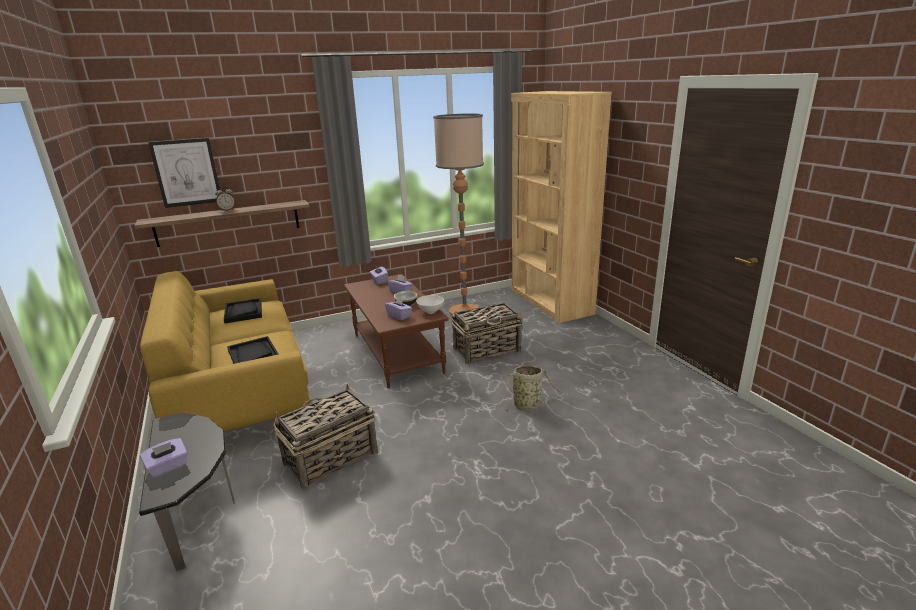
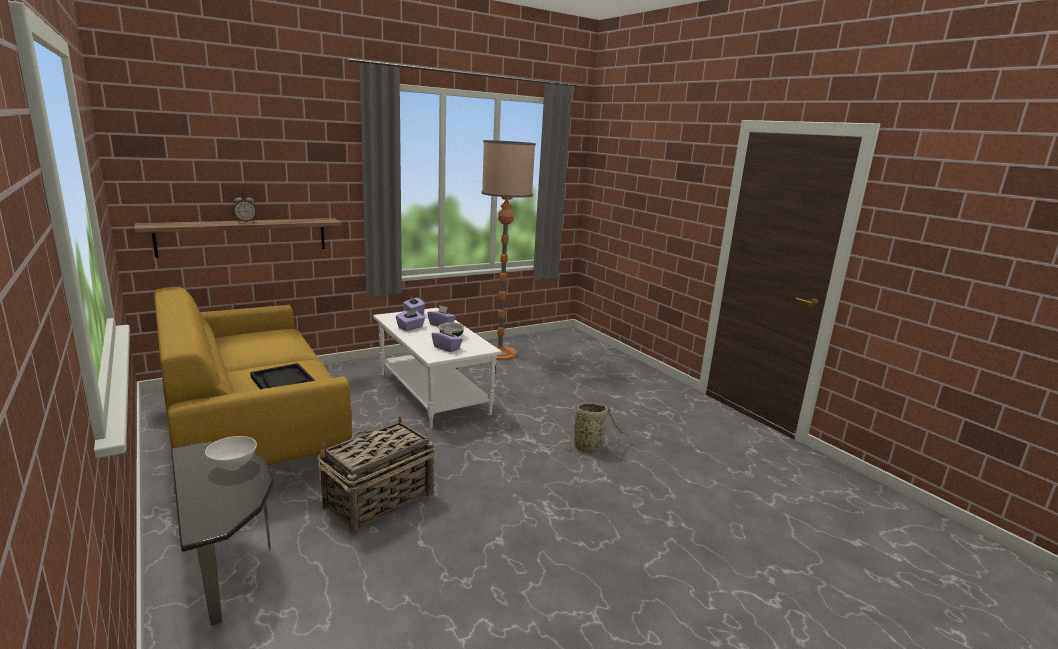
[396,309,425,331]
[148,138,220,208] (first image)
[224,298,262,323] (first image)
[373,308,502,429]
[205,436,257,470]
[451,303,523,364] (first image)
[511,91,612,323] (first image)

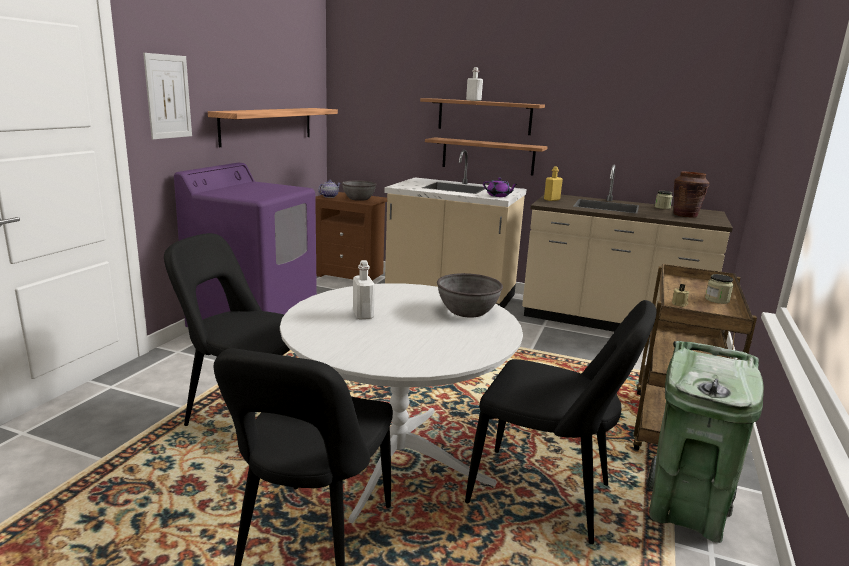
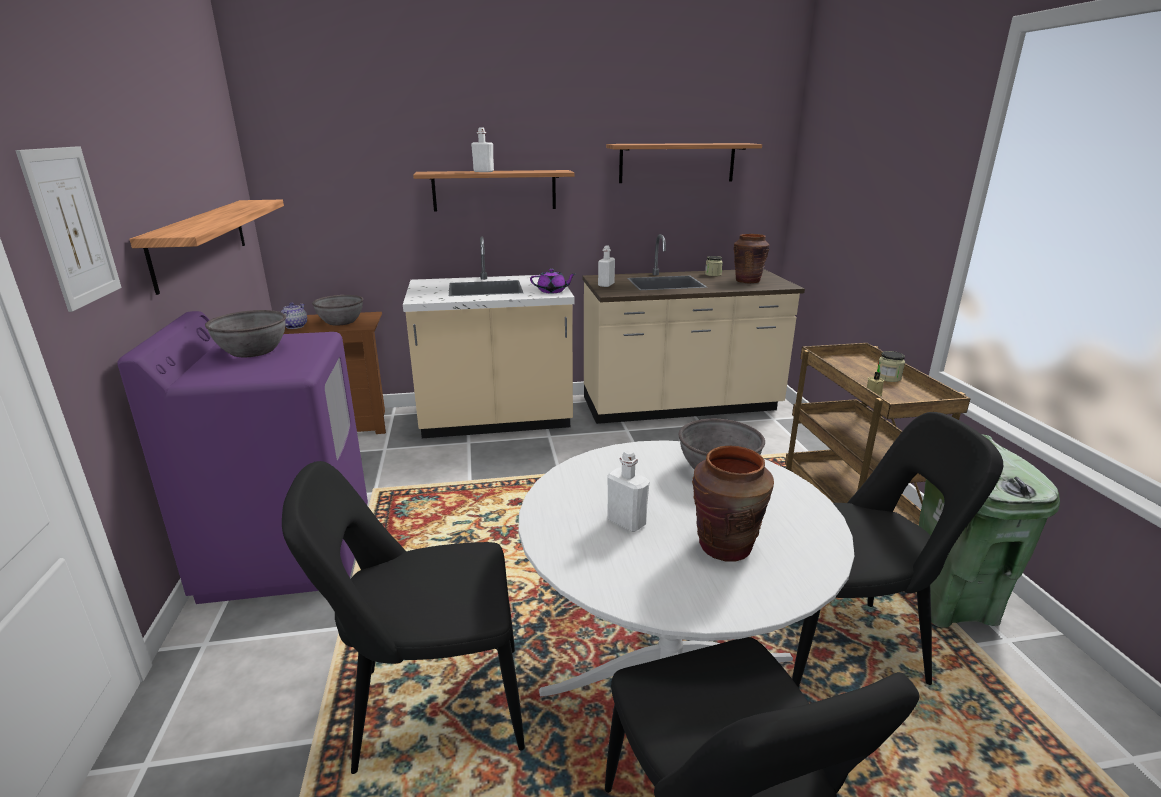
[606,143,762,183]
[598,245,615,287]
[205,310,286,357]
[692,446,774,561]

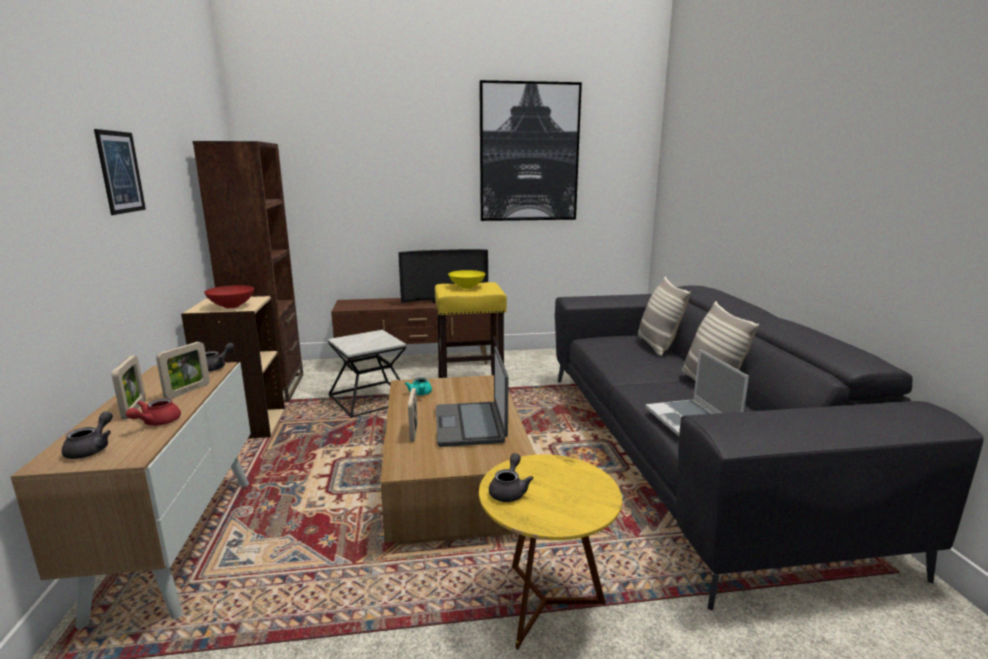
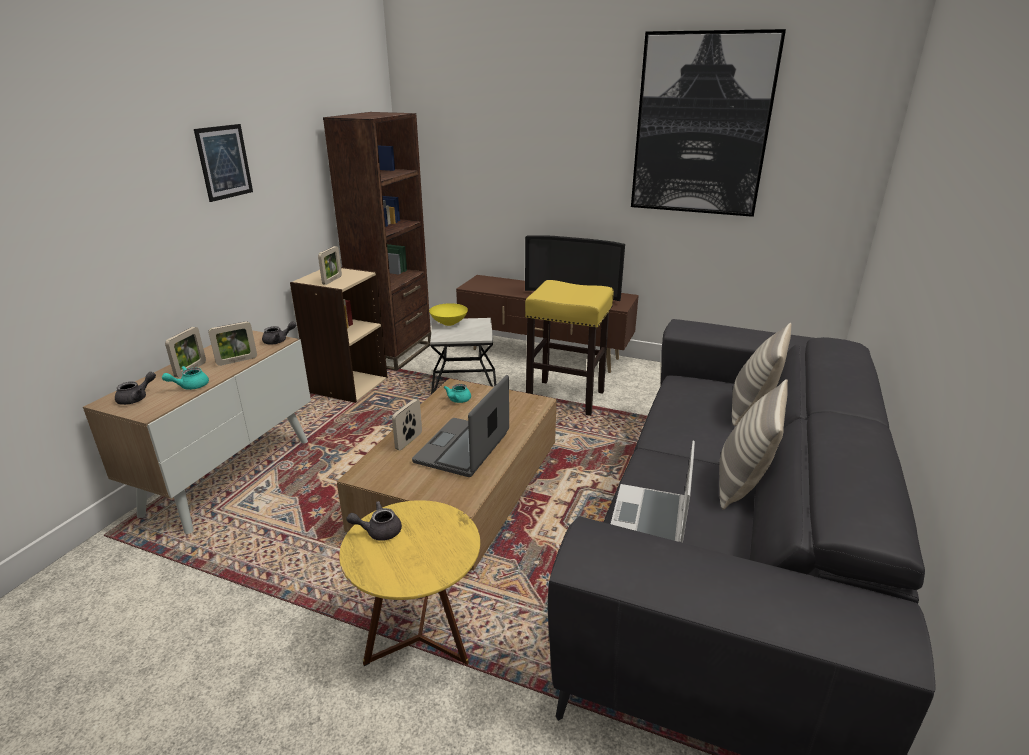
[162,366,209,390]
[318,246,342,285]
[429,303,468,326]
[346,501,402,541]

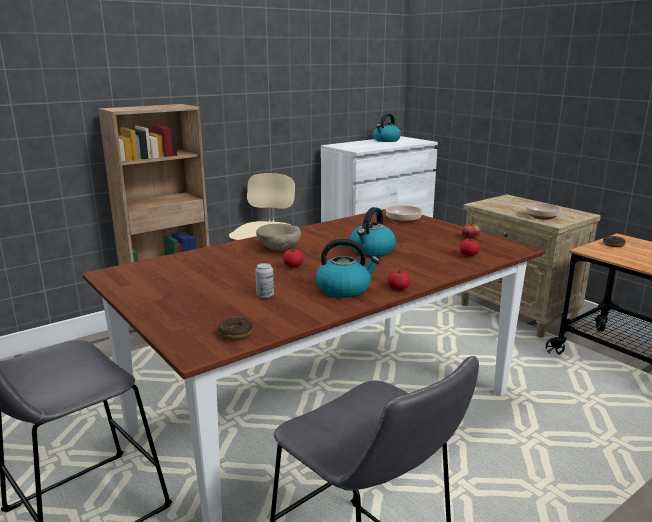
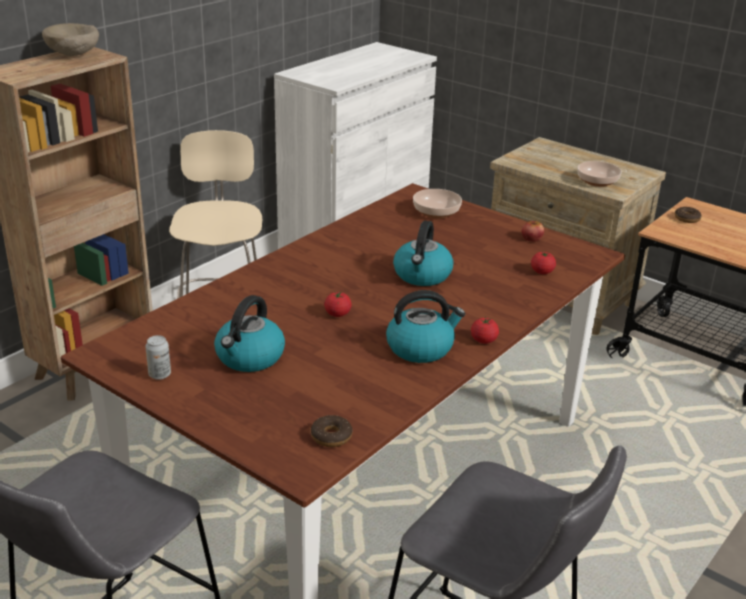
[145,335,171,380]
[42,23,99,56]
[214,295,285,372]

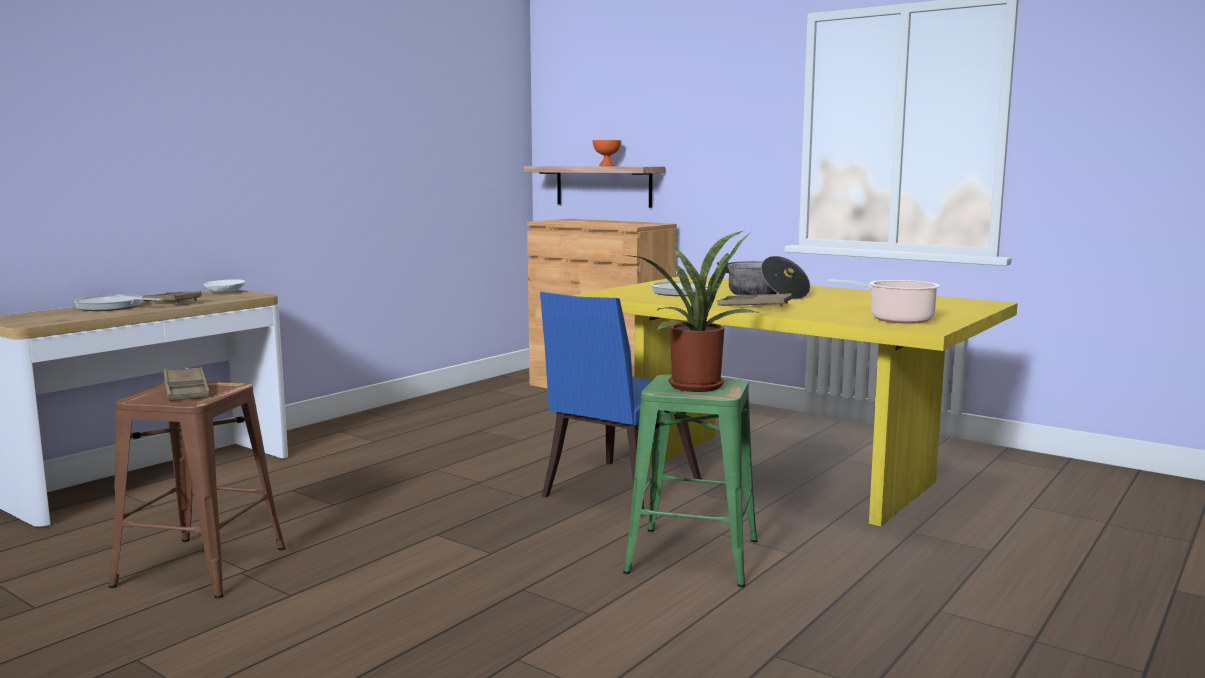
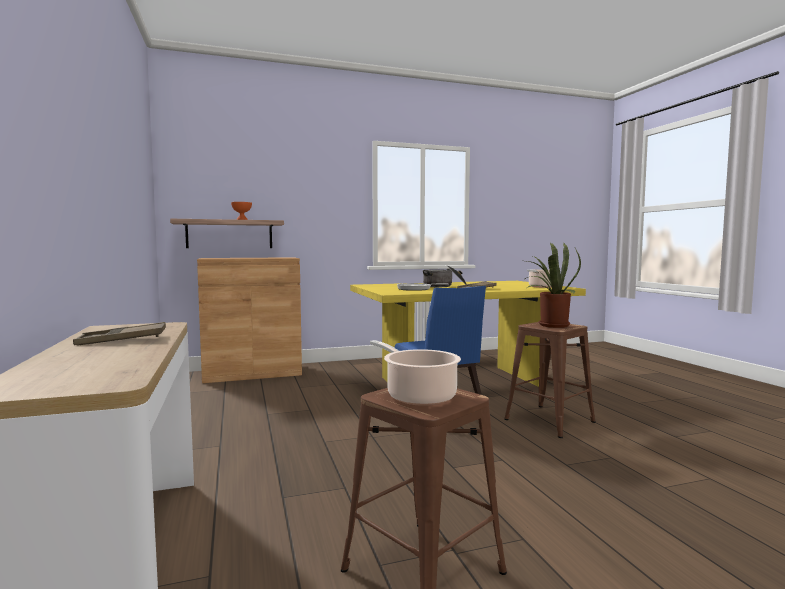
[74,294,163,311] (first image)
[370,340,461,406]
[203,279,246,293] (first image)
[504,322,596,438]

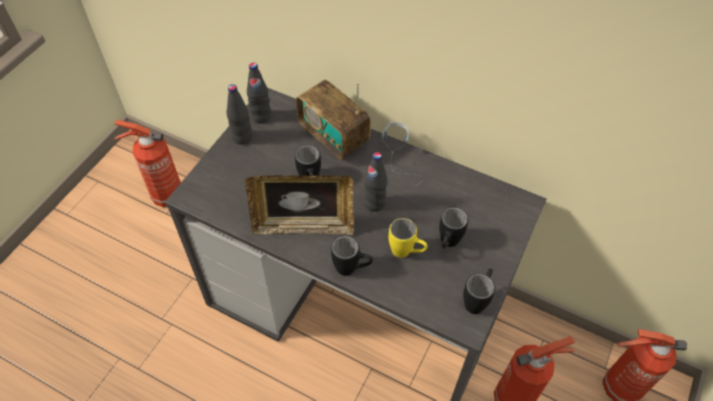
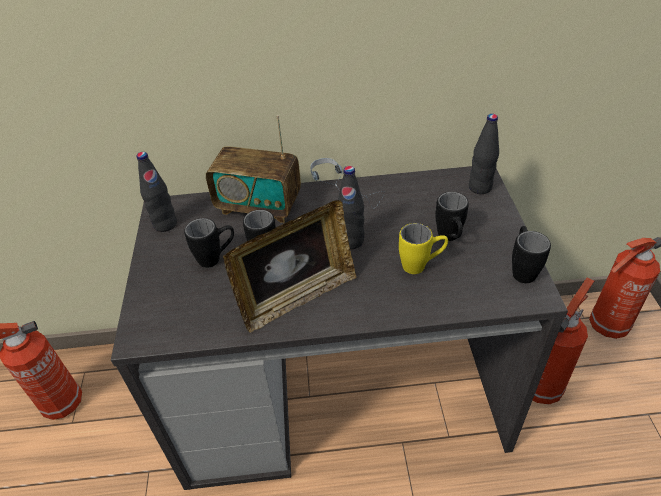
[469,114,499,194]
[184,218,234,268]

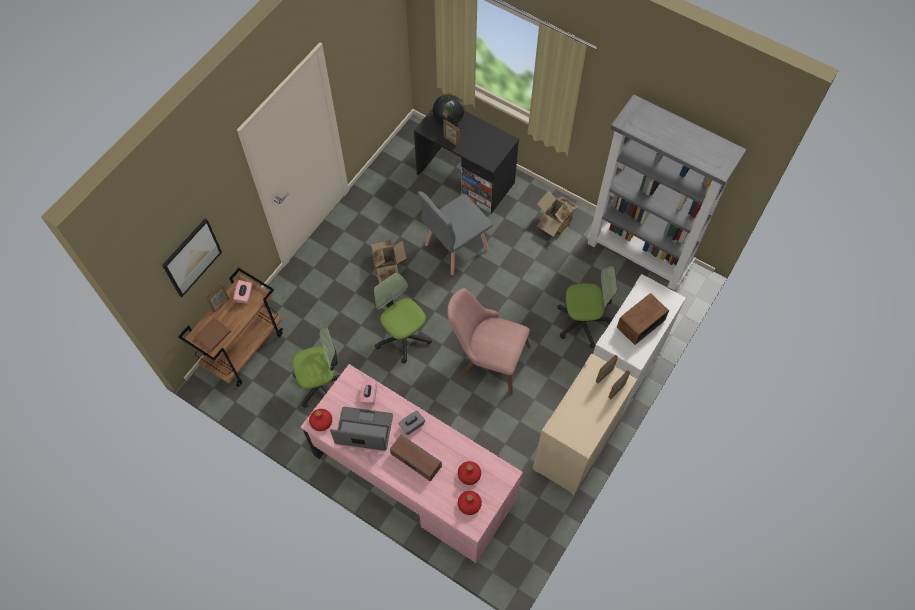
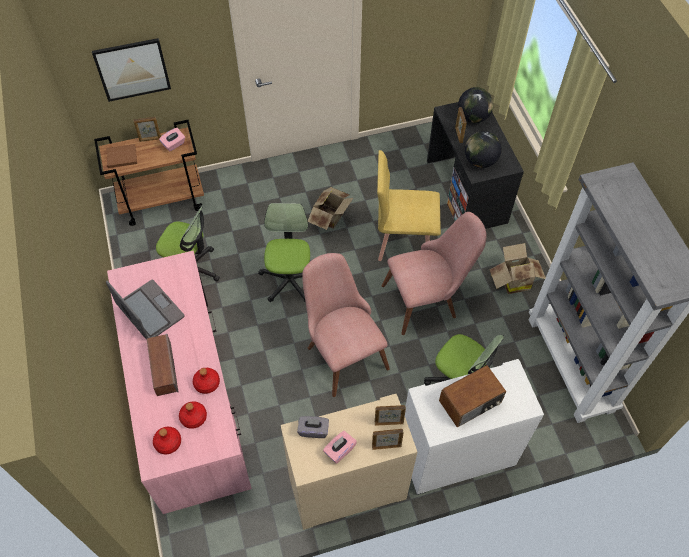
[193,368,220,394]
[323,431,357,464]
[297,416,329,438]
[377,150,441,261]
[439,365,506,427]
[381,212,487,335]
[465,131,502,168]

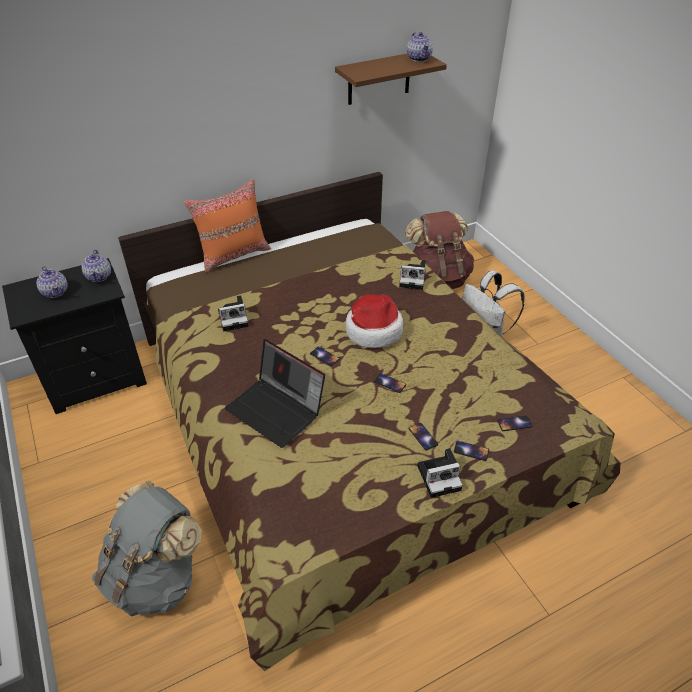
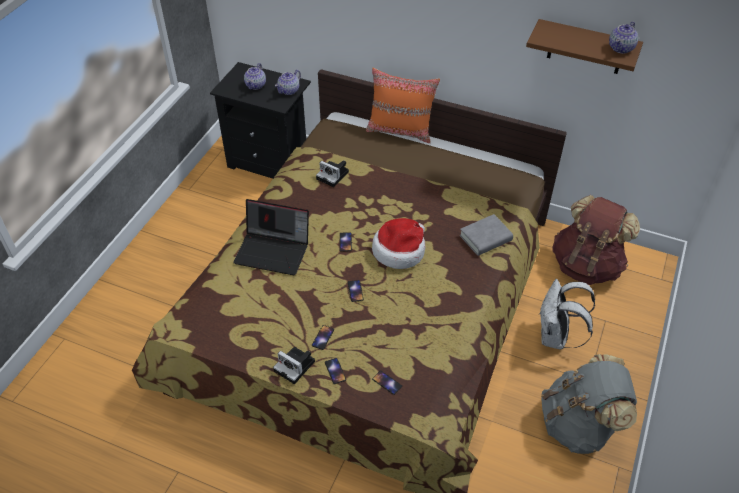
[541,354,637,454]
[233,199,309,275]
[459,214,513,256]

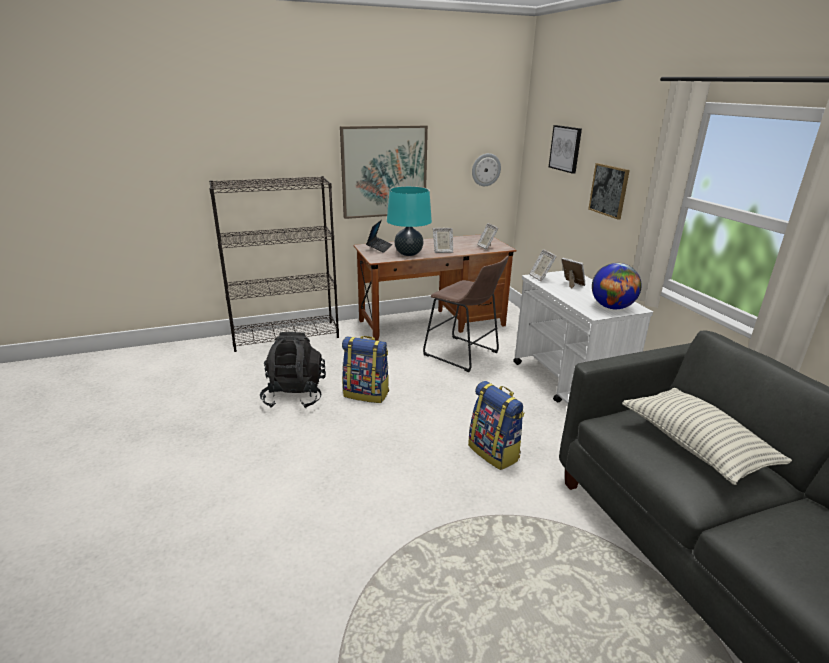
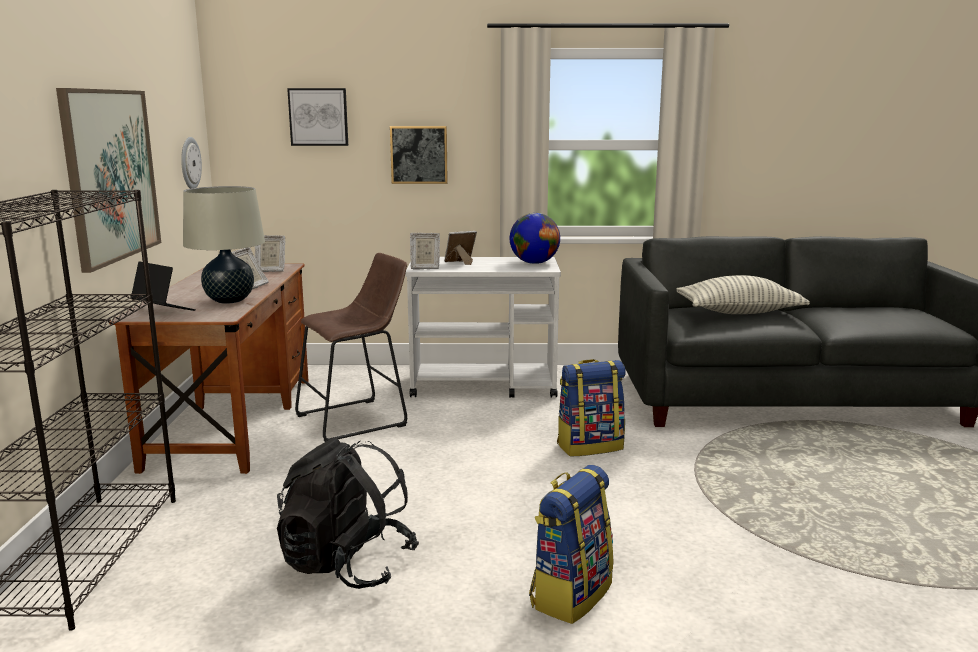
[529,465,614,624]
[183,186,265,304]

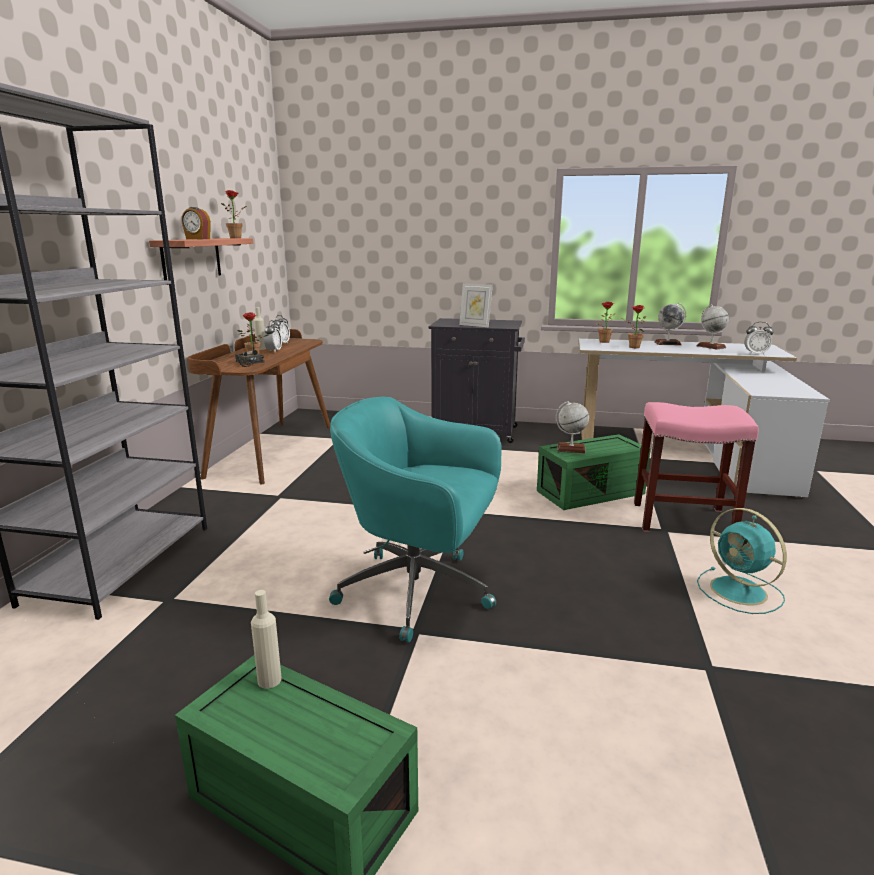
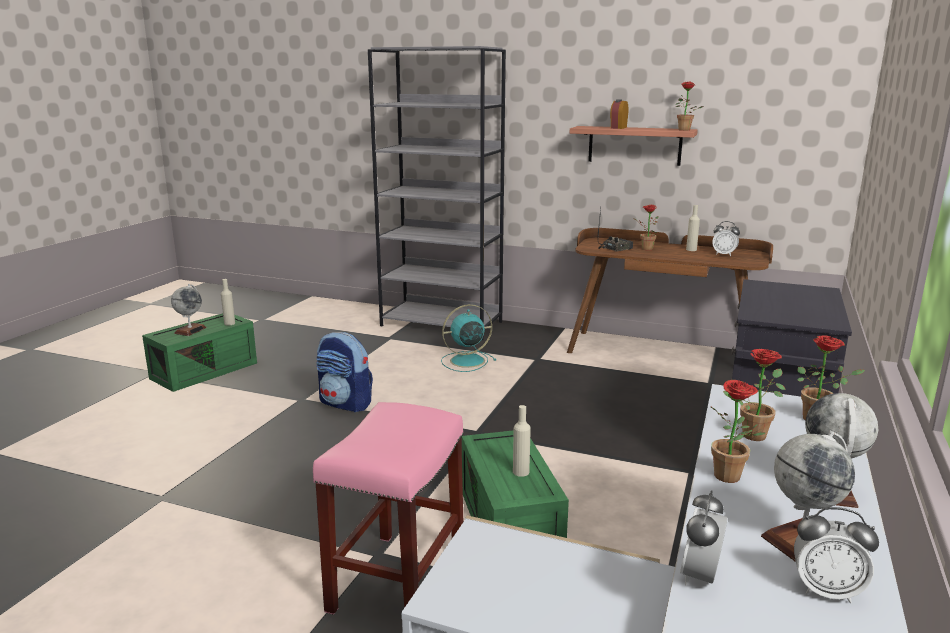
[794,507,879,603]
[316,332,373,412]
[459,283,493,327] (first image)
[171,284,207,336]
[441,304,496,372]
[513,405,531,477]
[710,380,765,483]

